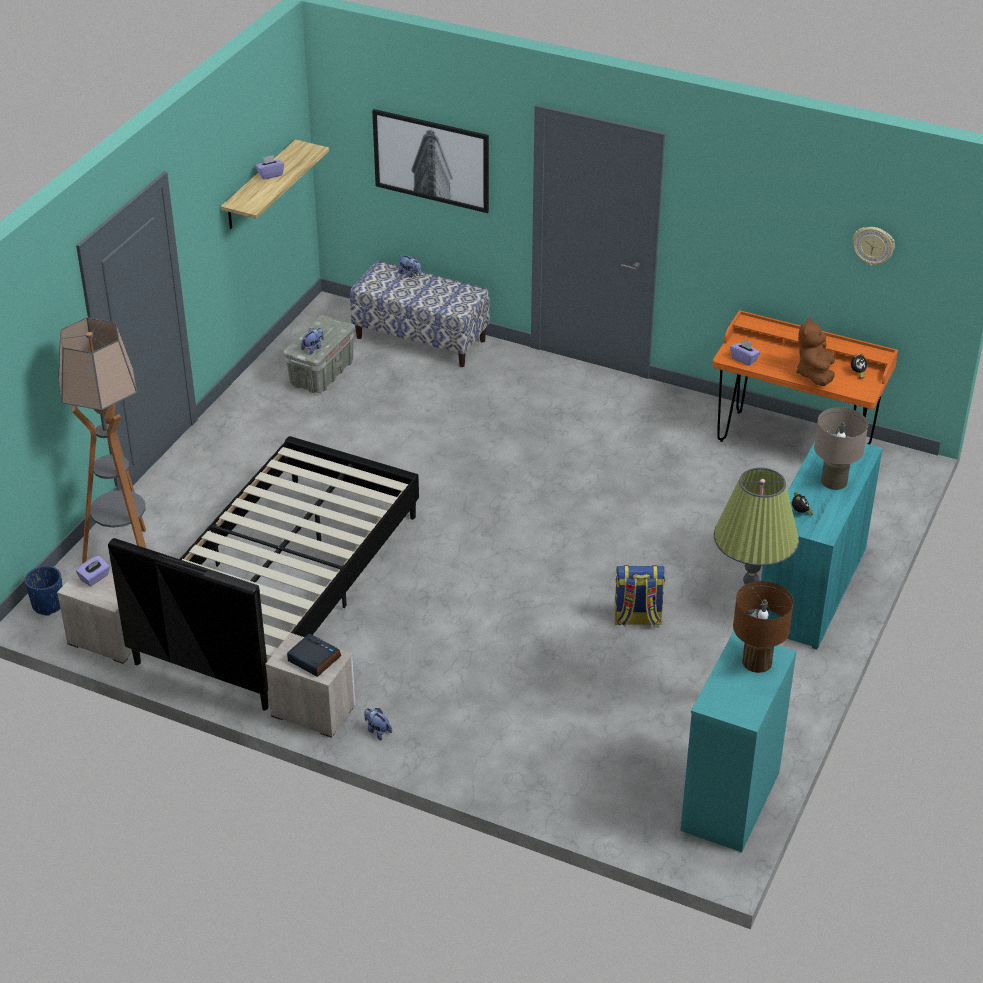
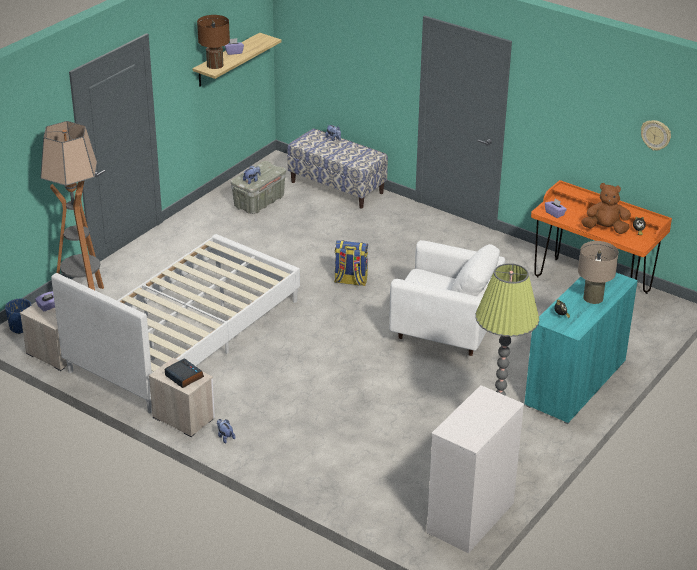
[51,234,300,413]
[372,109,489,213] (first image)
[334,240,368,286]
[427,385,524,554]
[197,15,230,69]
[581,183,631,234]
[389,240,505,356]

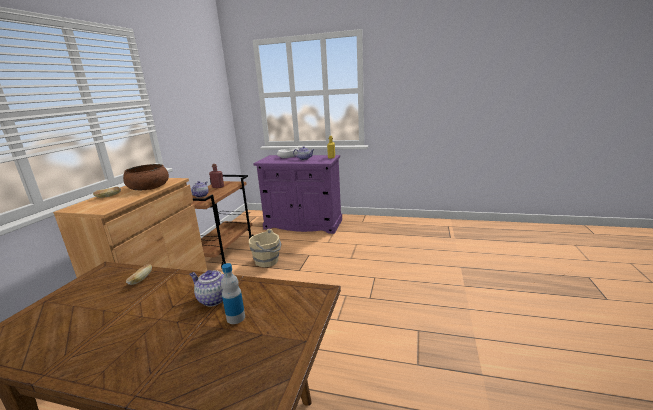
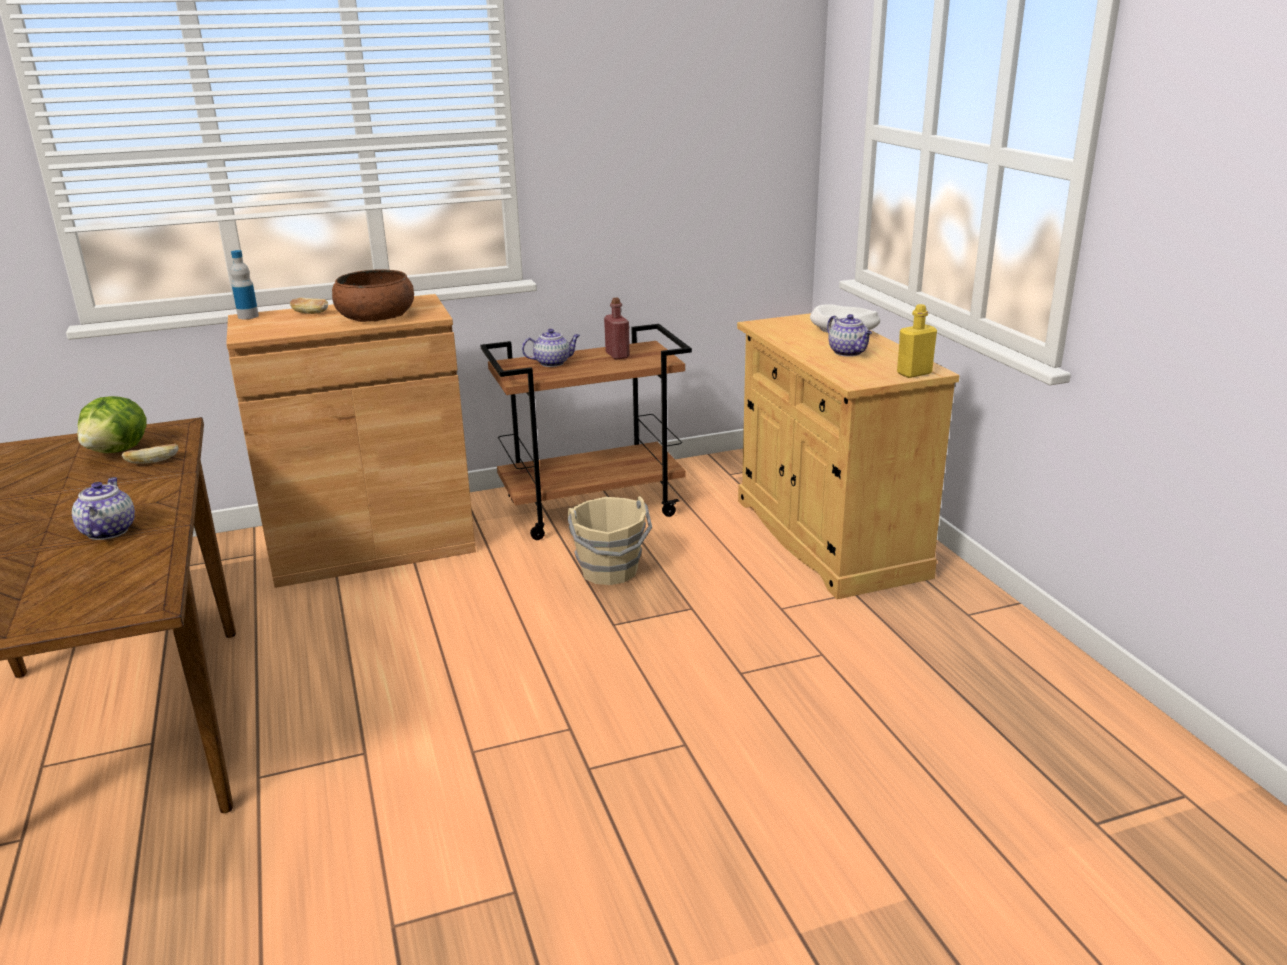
[230,250,259,319]
[737,313,960,599]
[77,396,147,453]

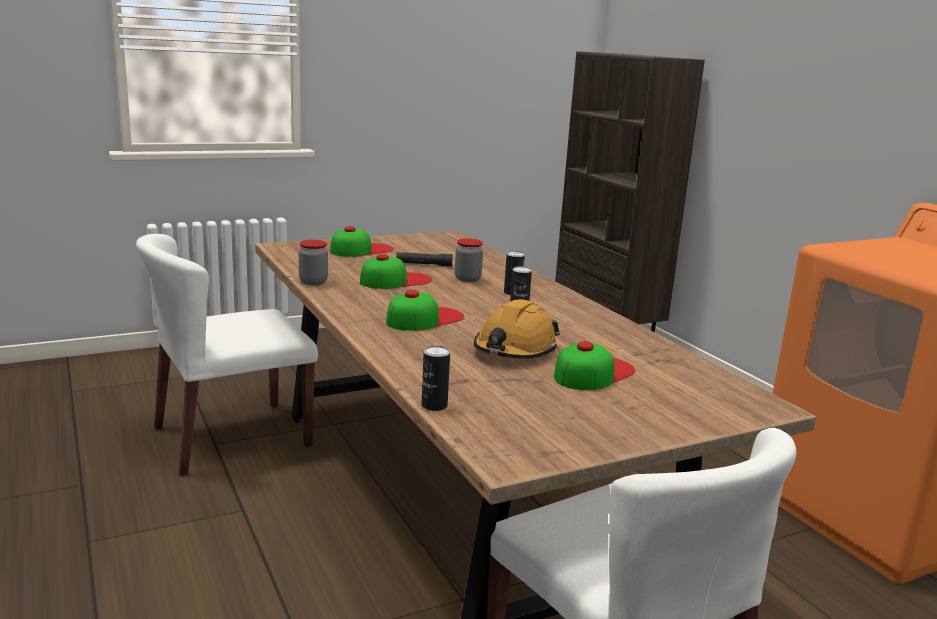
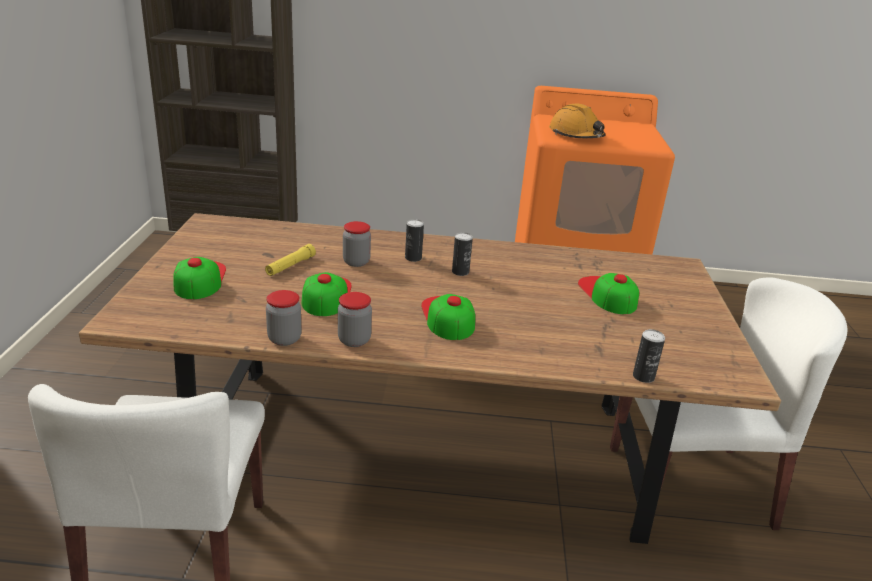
[265,244,316,276]
[549,103,606,138]
[338,292,372,347]

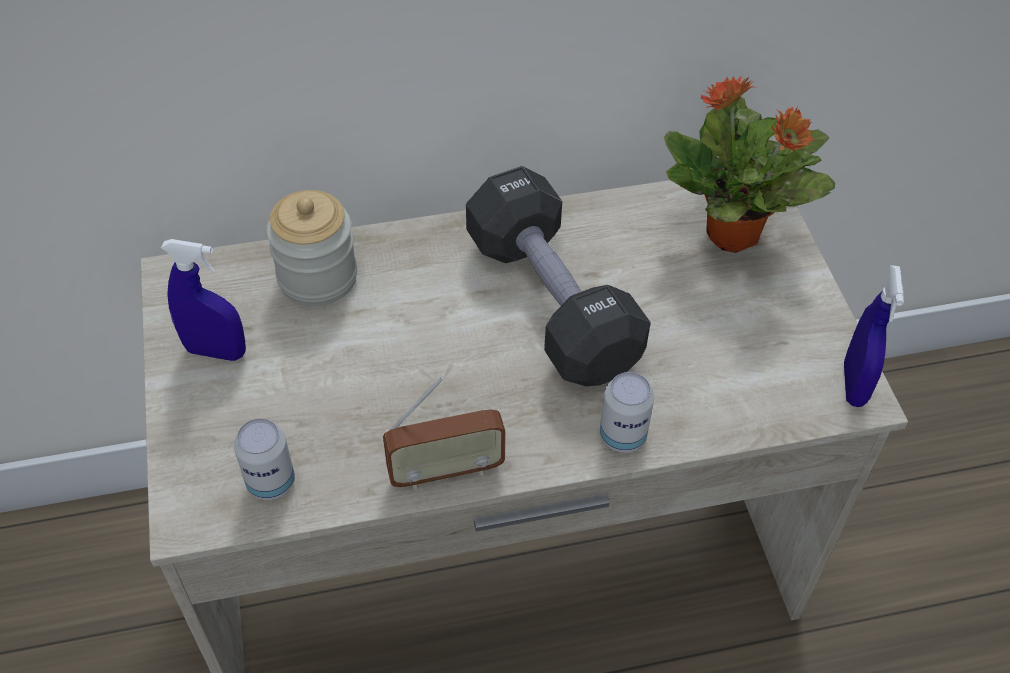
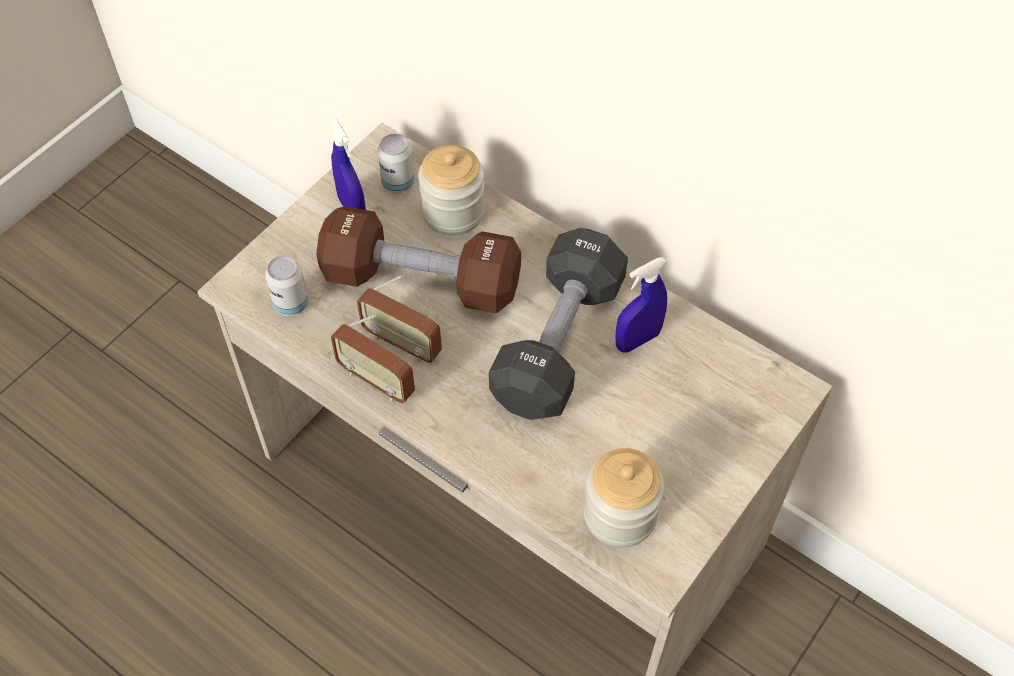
[377,134,415,193]
[664,76,835,253] (first image)
[616,257,667,353]
[316,206,521,313]
[357,275,442,363]
[583,448,664,548]

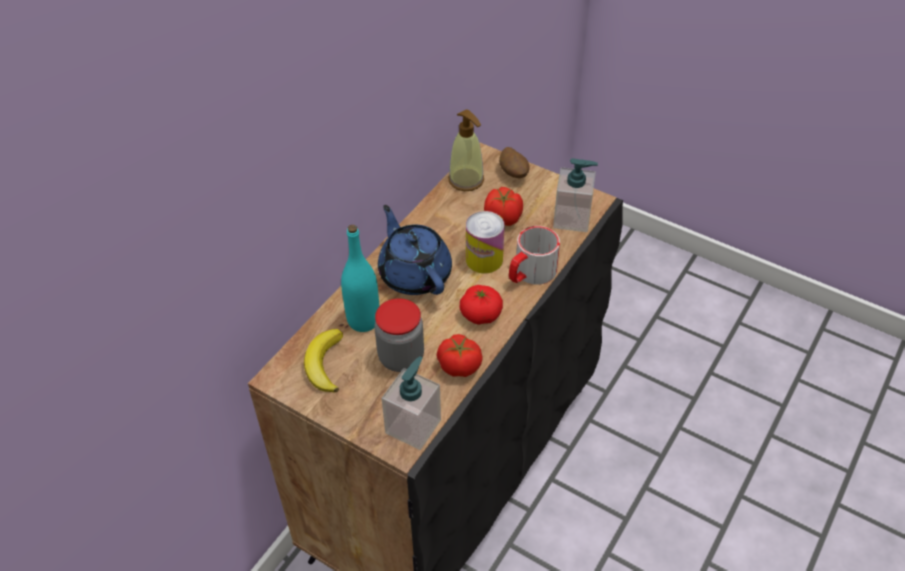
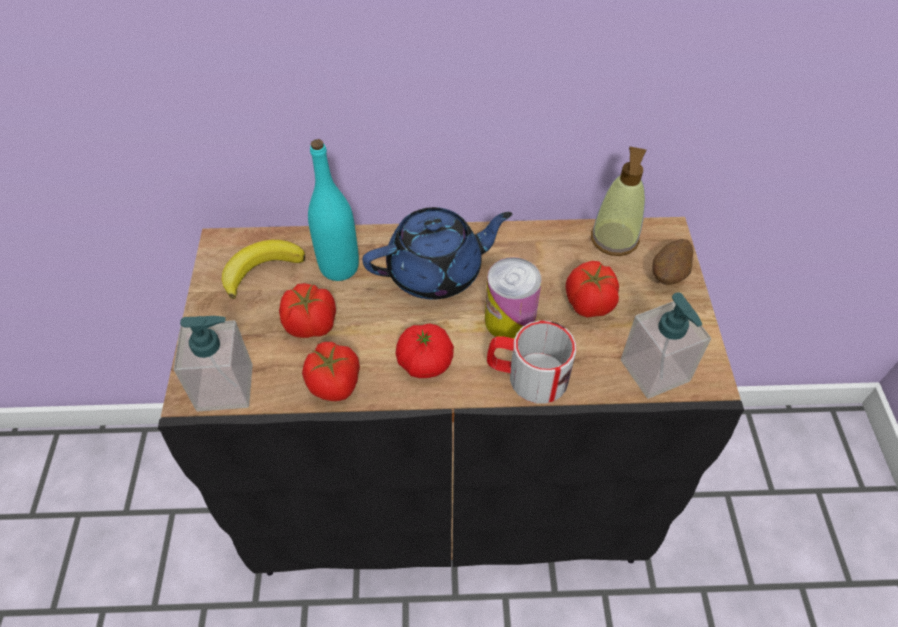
[279,283,336,338]
[362,207,512,300]

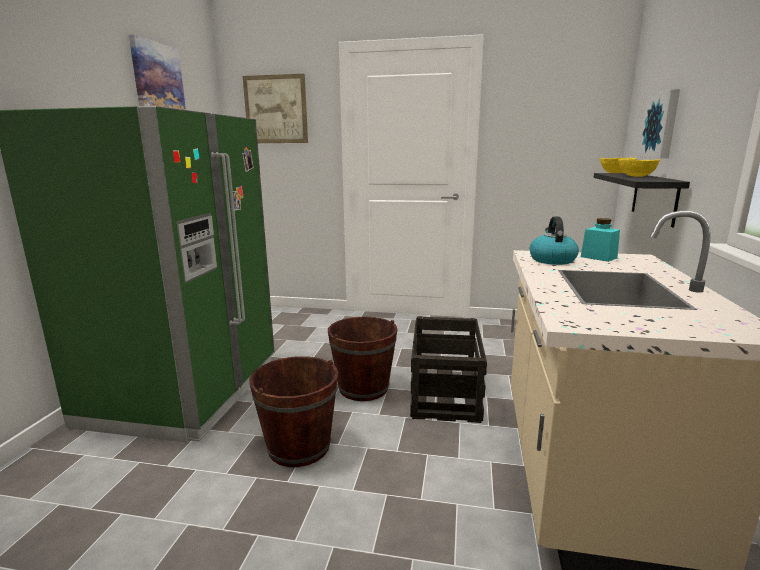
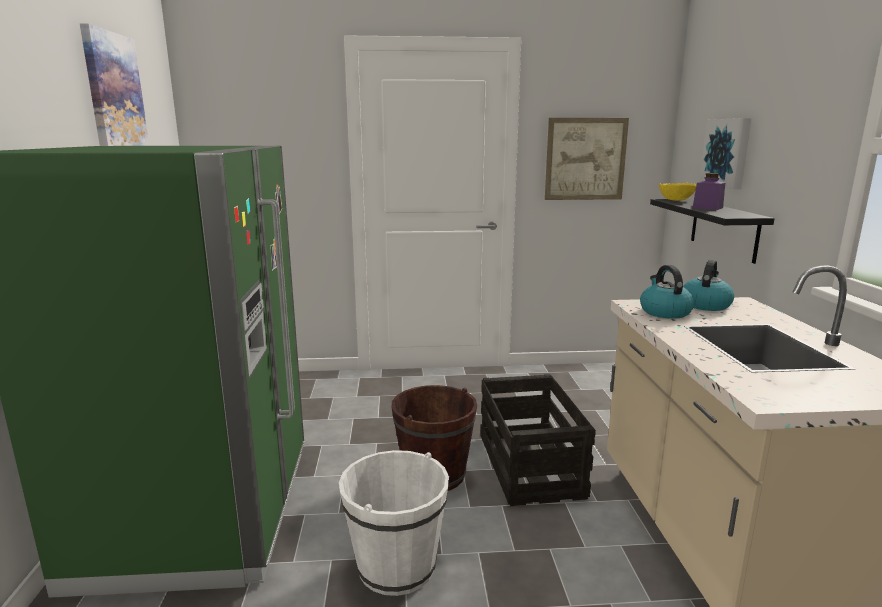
[545,118,629,200]
[339,450,449,596]
[683,259,734,311]
[693,173,725,210]

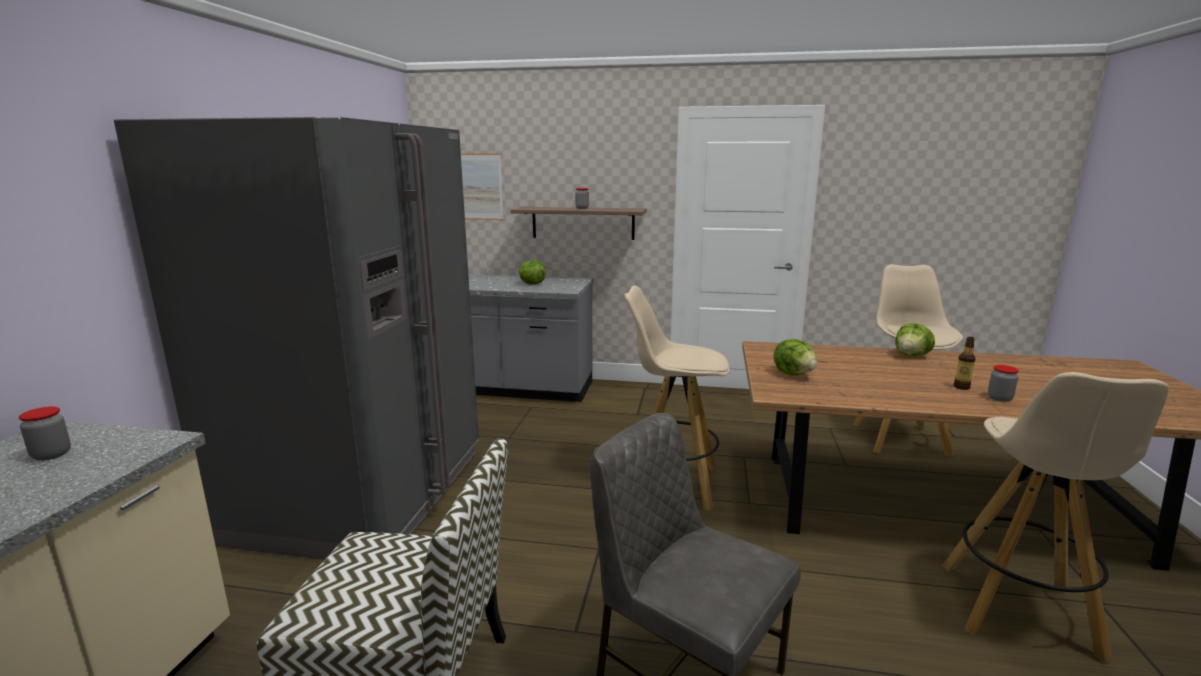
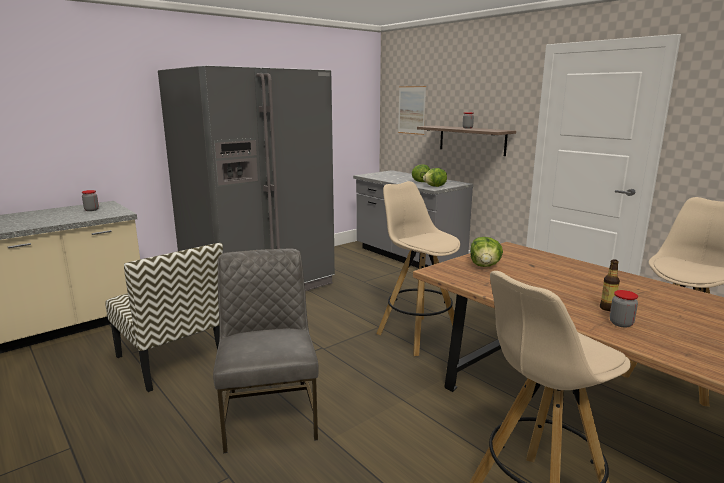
[423,168,447,187]

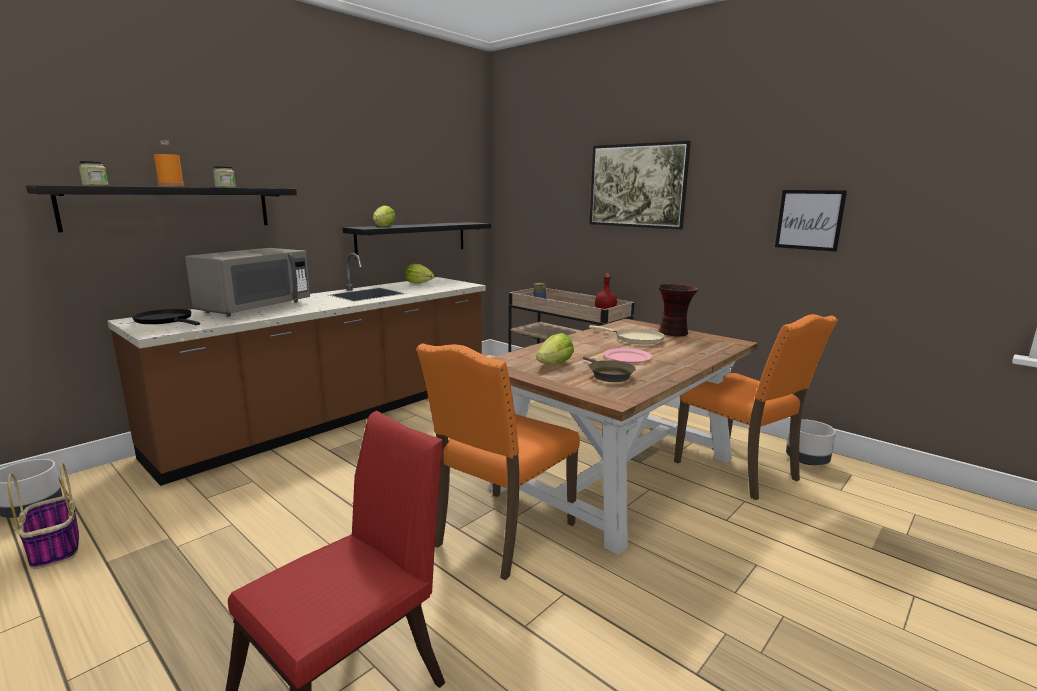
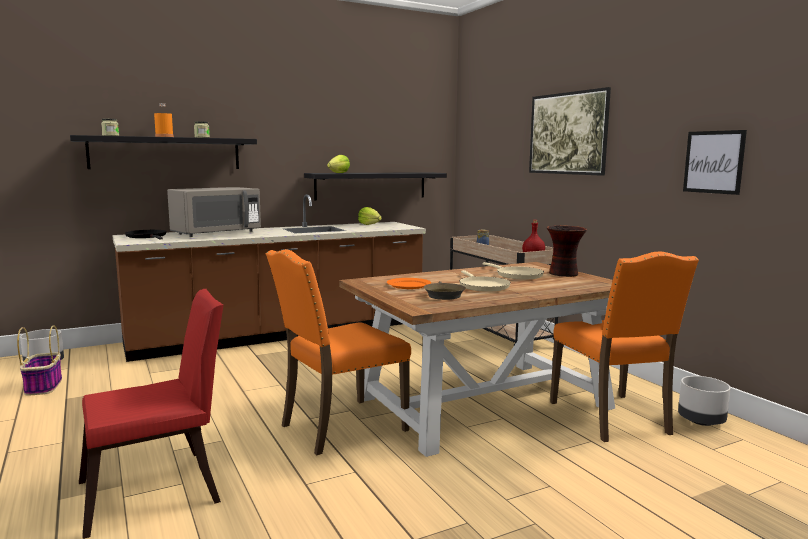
[387,278,431,289]
[459,270,511,292]

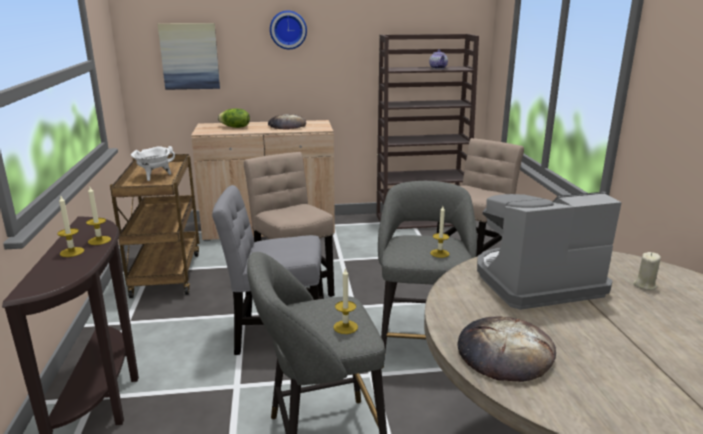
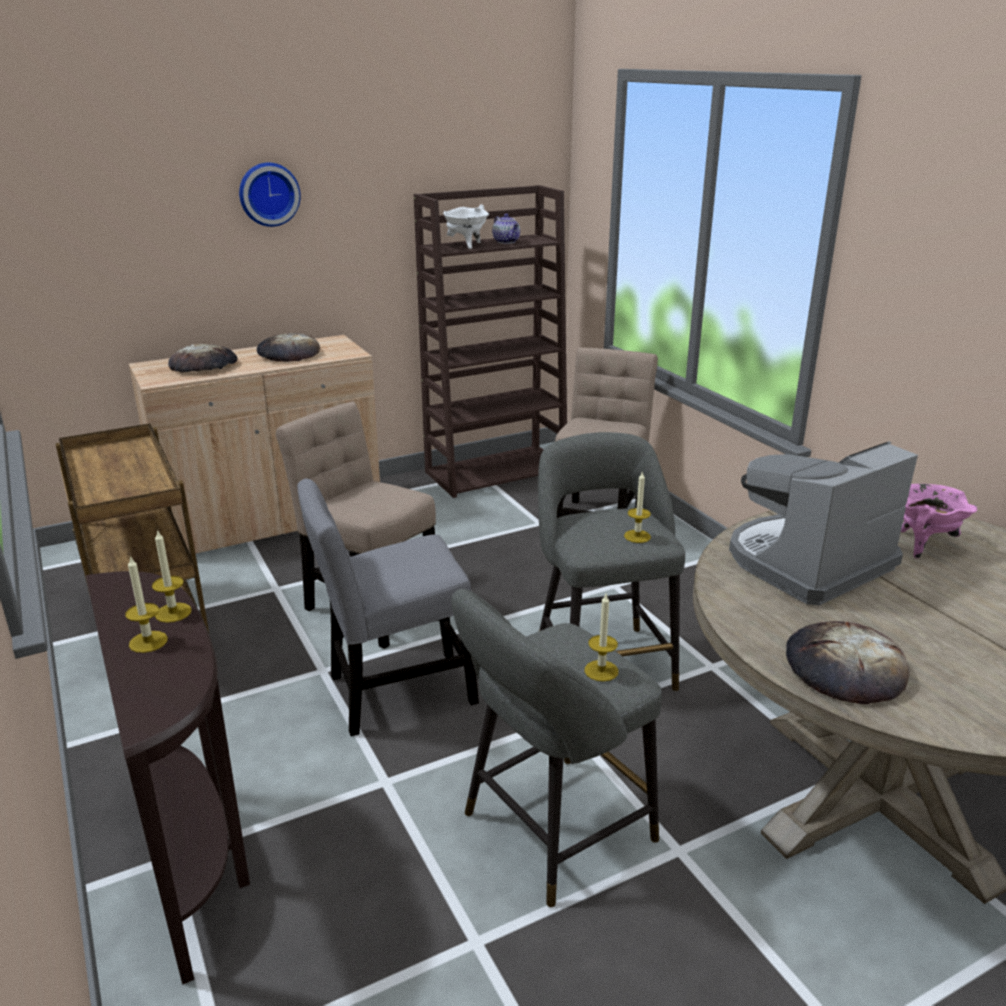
[444,204,489,249]
[158,23,220,90] (first image)
[168,344,238,373]
[901,484,977,559]

